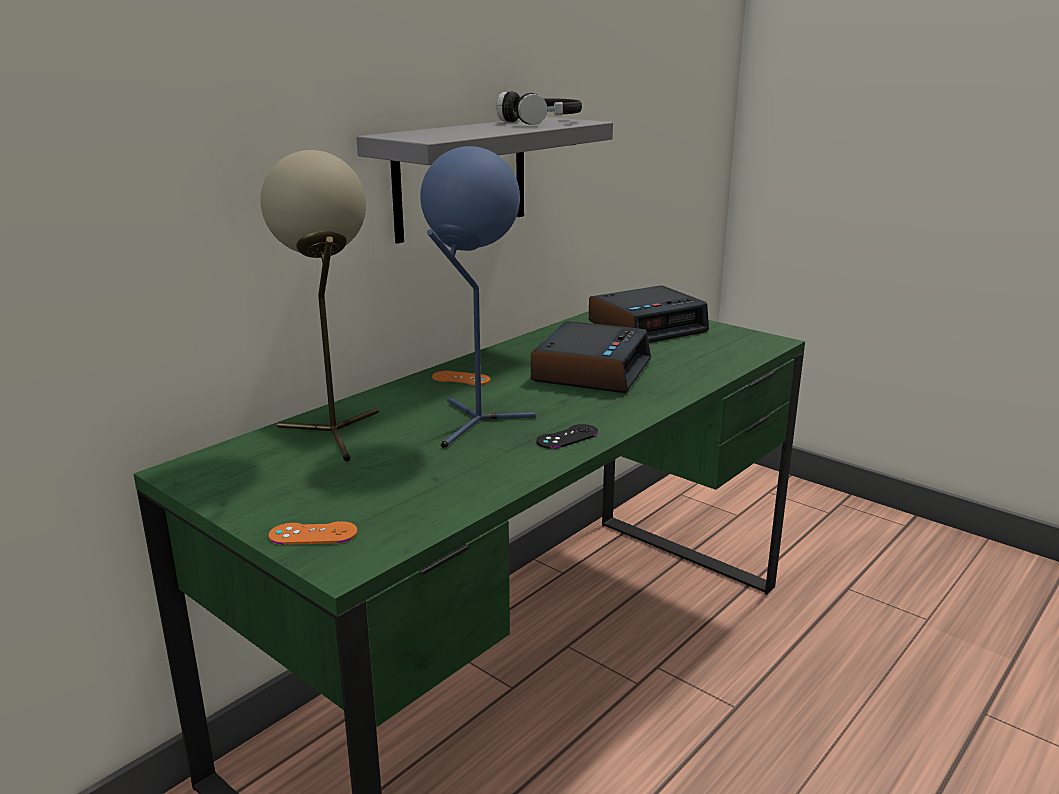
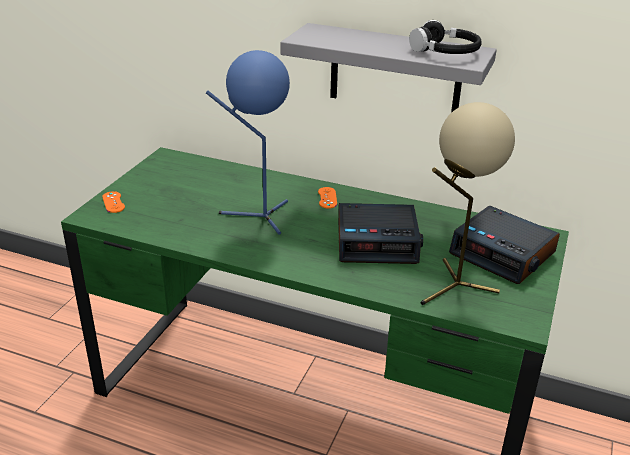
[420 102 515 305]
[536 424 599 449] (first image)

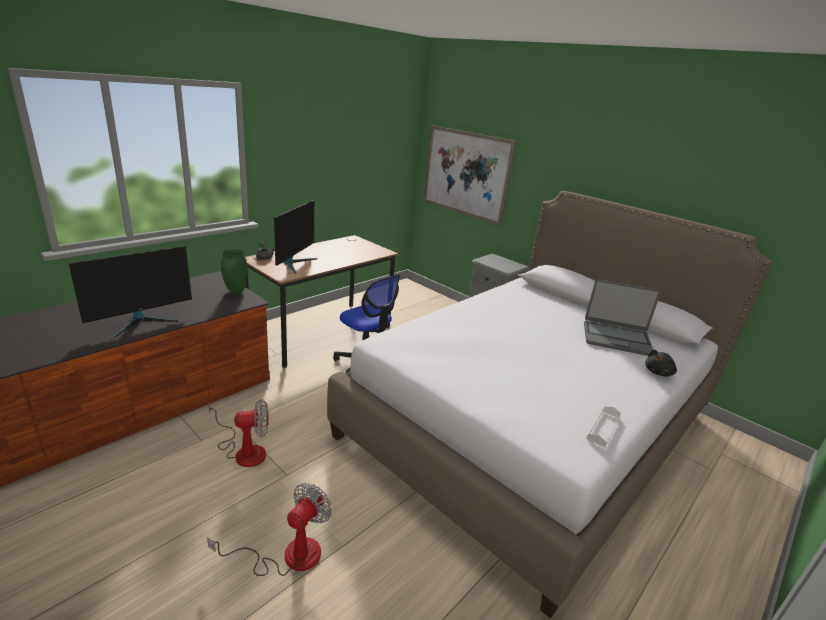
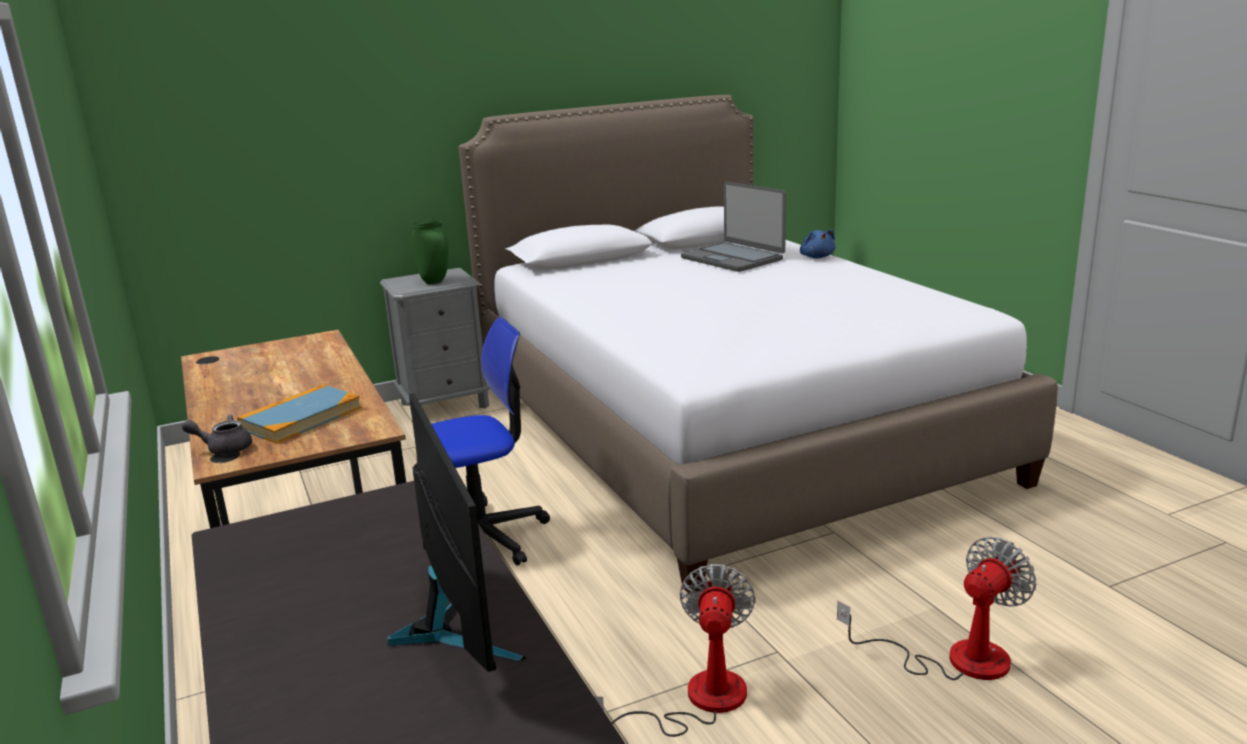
[837 537 1036 680]
[411 220 448 284]
[237 384 361 444]
[423 125 516 225] (first image)
[681 182 786 272]
[587 406 621 447] (first image)
[800 229 836 258]

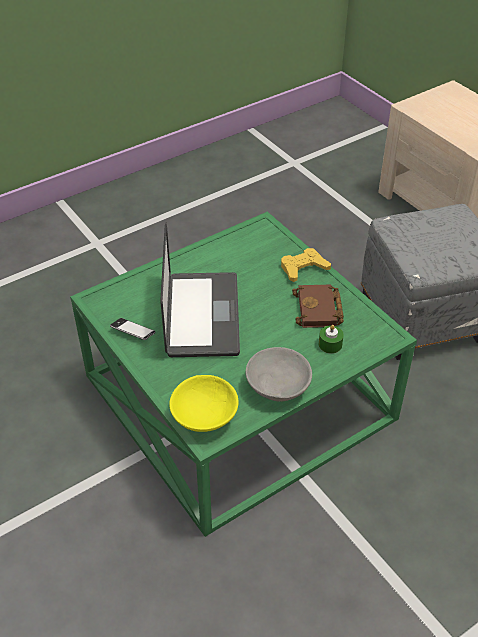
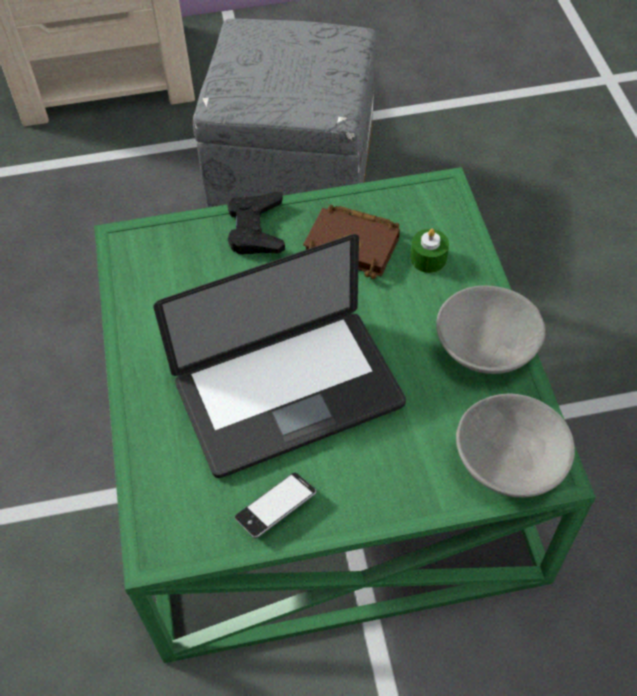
[153 234 406 478]
[456 393 575 497]
[228 192 285 254]

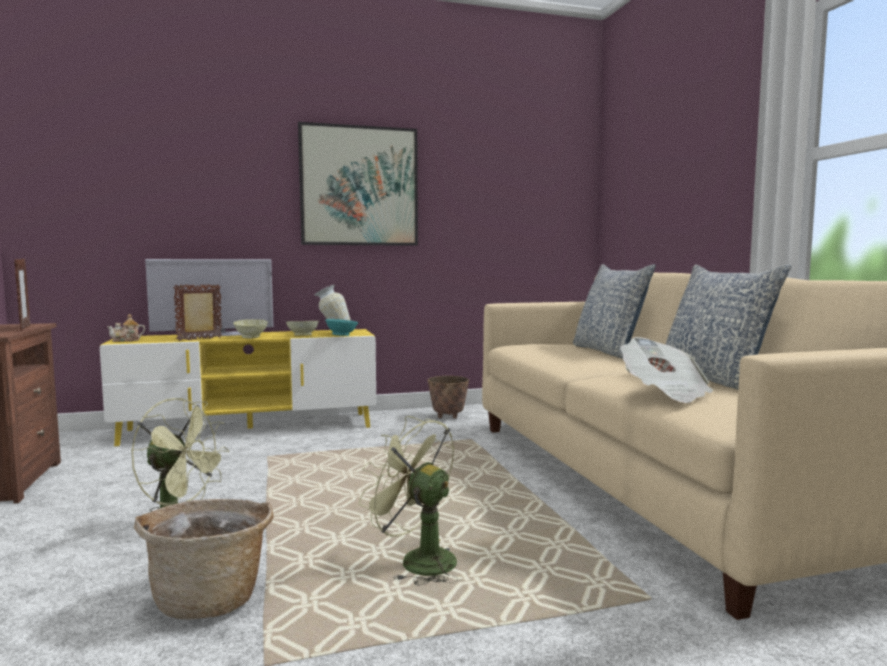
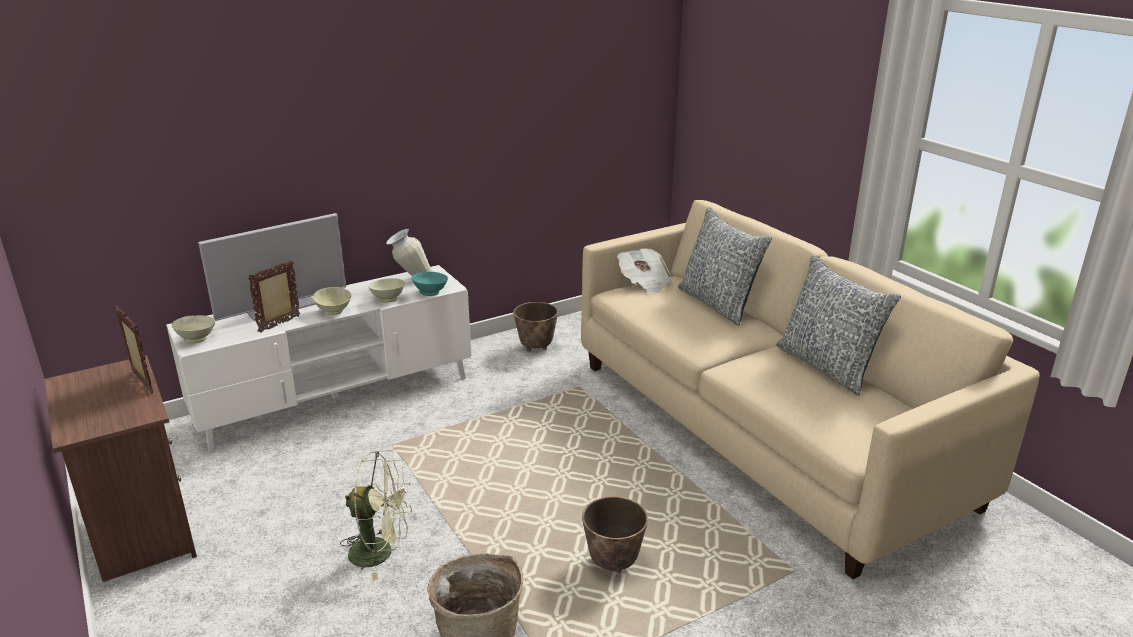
[166 265 471 452]
[172 315 215 343]
[298 122 418 246] (first image)
[582 496 648 573]
[617 249 672 294]

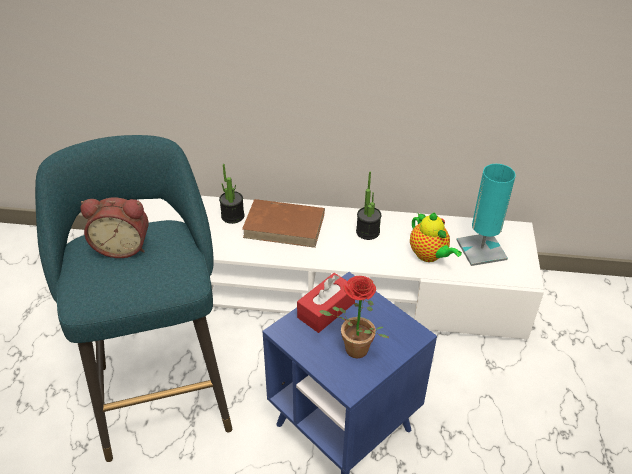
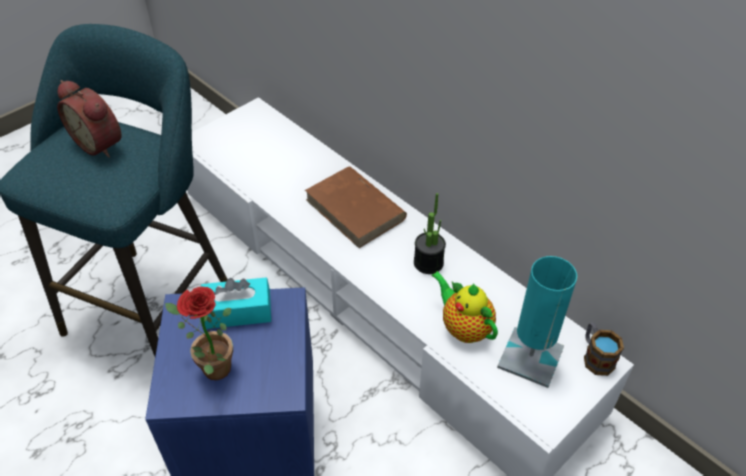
[219 164 244 224] (first image)
[201 277 271 329]
[431 271 498 343]
[584 322 624 376]

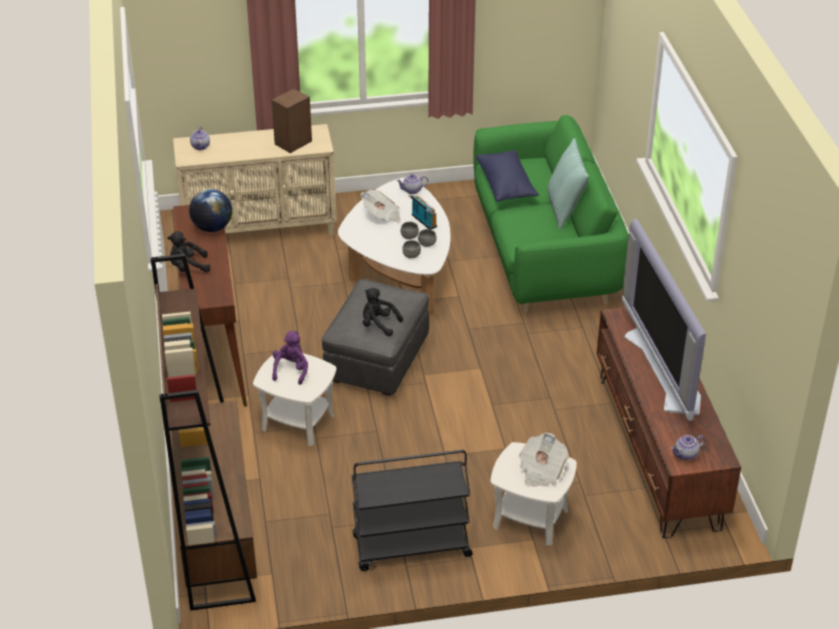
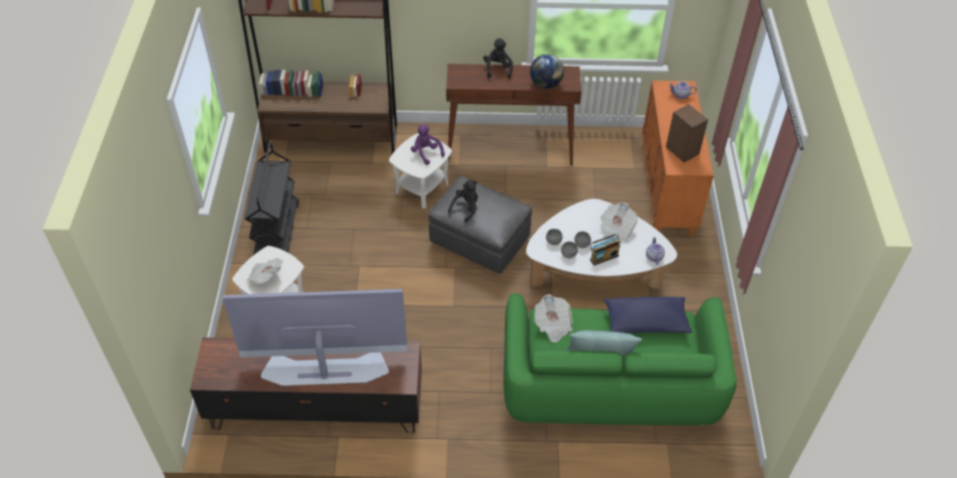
[642 80 714 236]
[411 125 445 165]
[671 435 705 460] (first image)
[534 294 573 343]

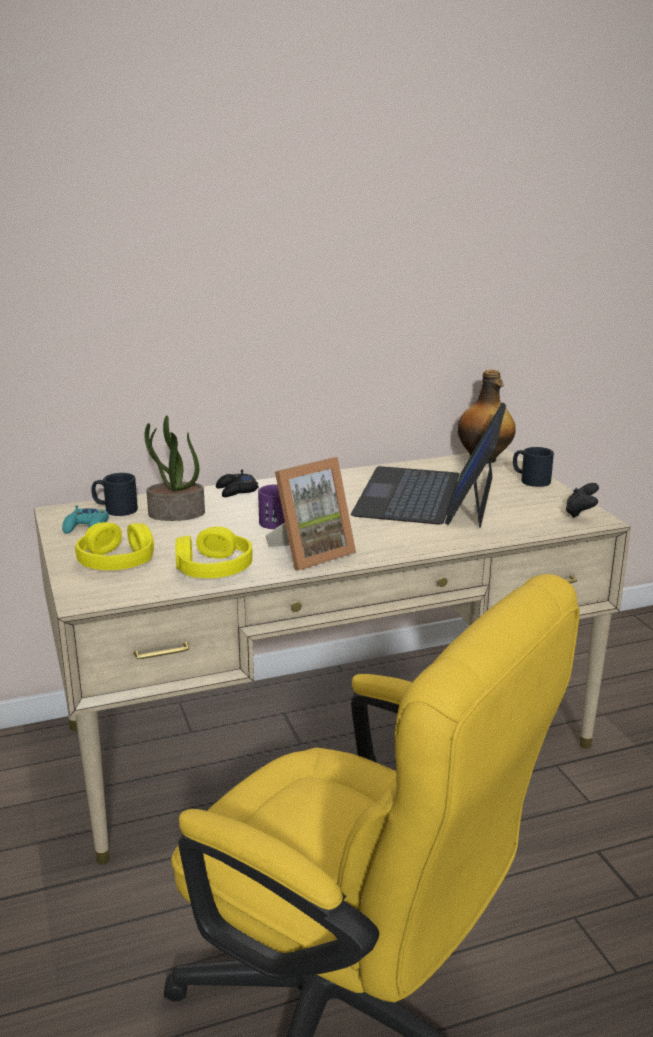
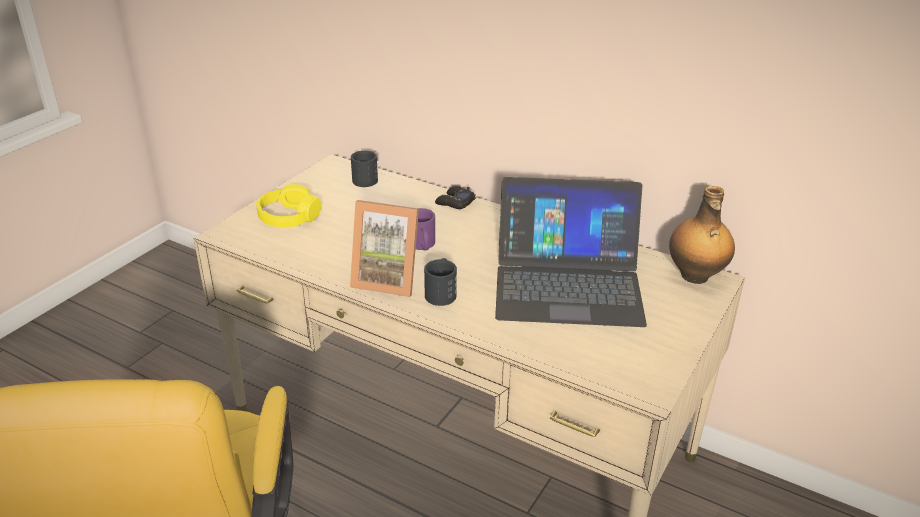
[62 506 109 534] (first image)
[144 415 205 521] (first image)
[175 526 252 578] (first image)
[495 177 647 327]
[424 258 457 306]
[565 483 599 518] (first image)

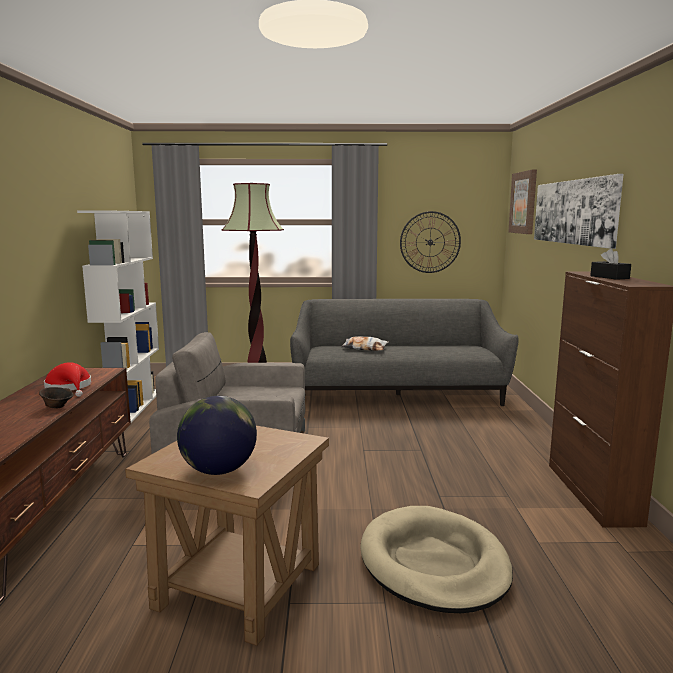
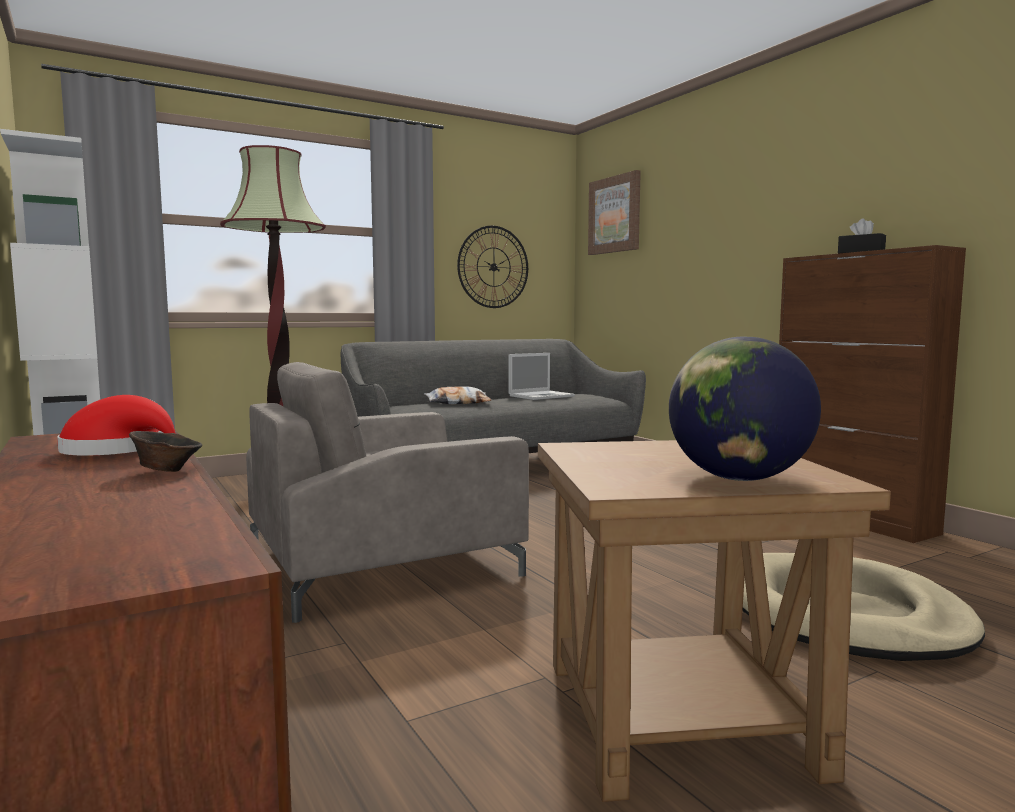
[534 174 624 249] (first image)
[508 353 575 400]

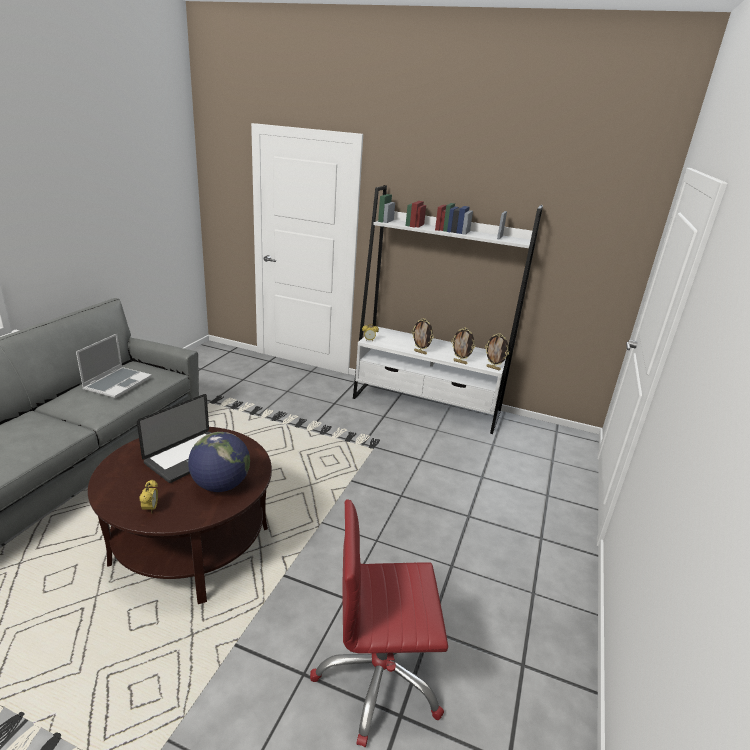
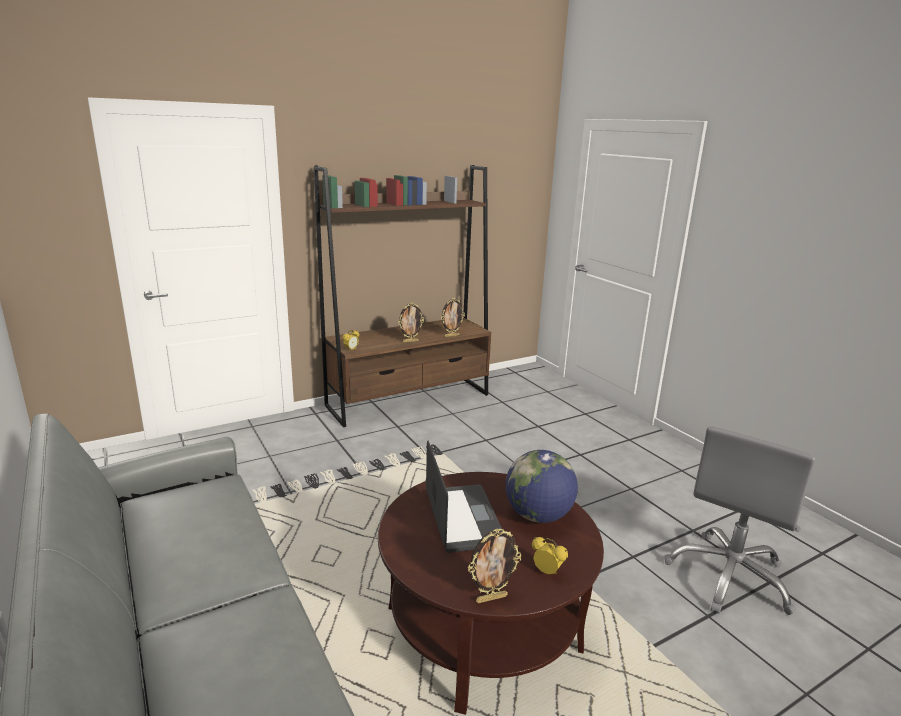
[76 334 152 398] (first image)
[664 426 815 615]
[314 165 491 427]
[468 528 521 603]

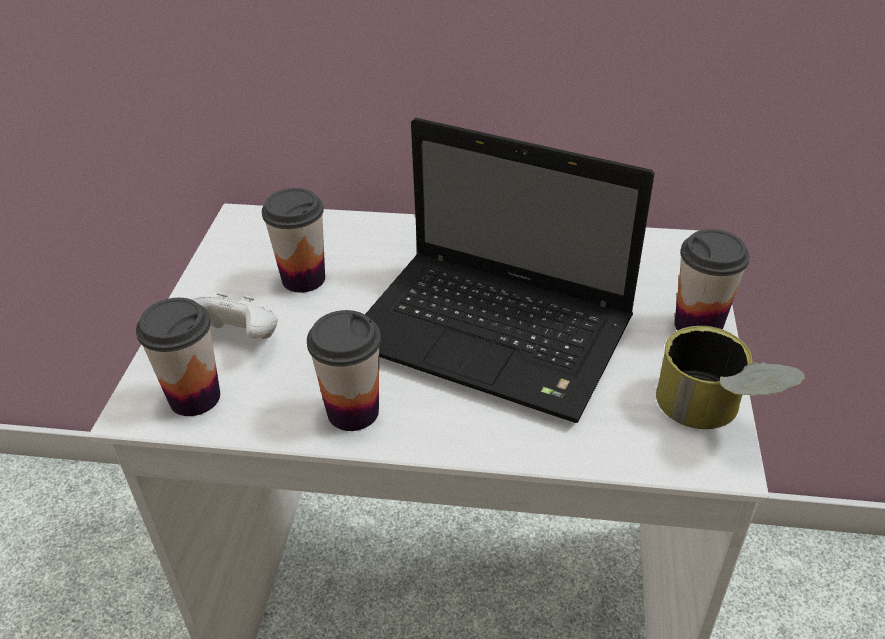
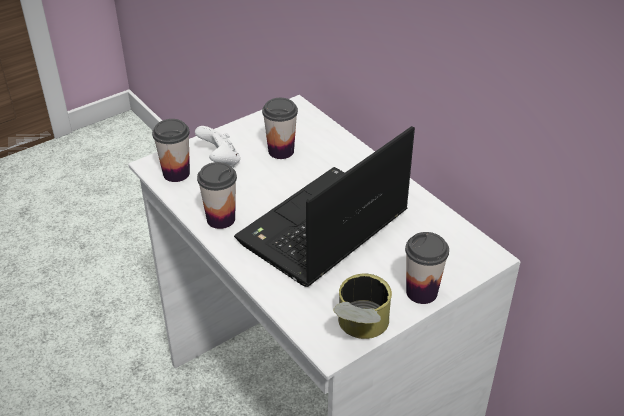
[234 126 415 287]

